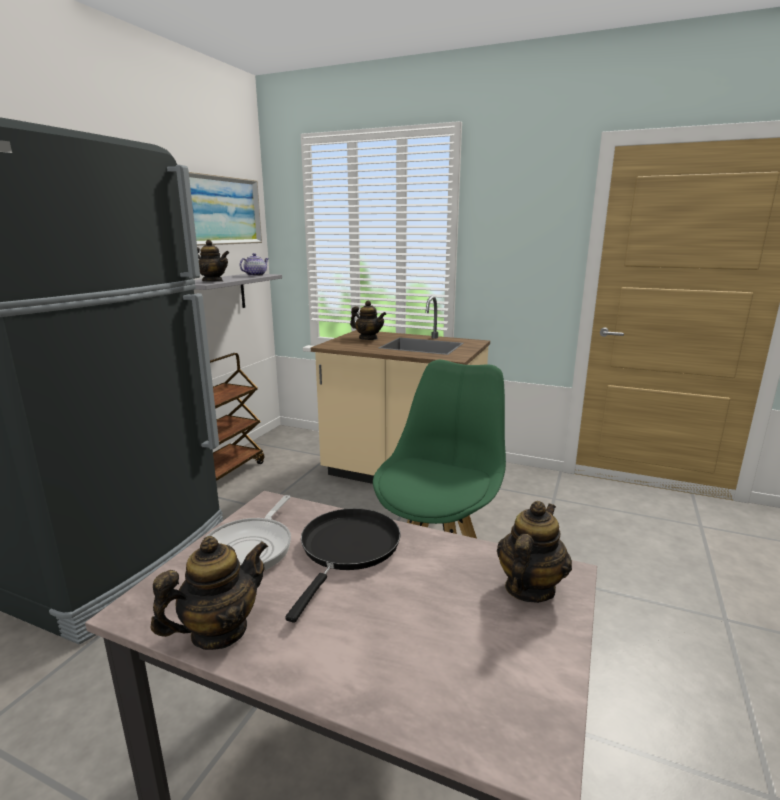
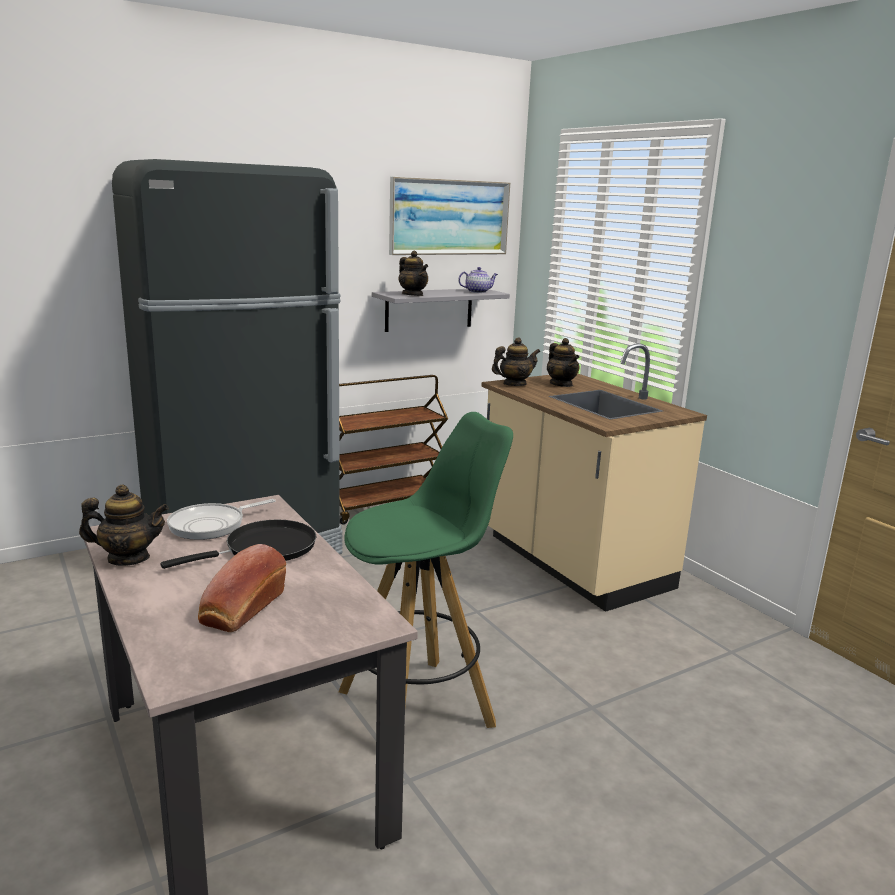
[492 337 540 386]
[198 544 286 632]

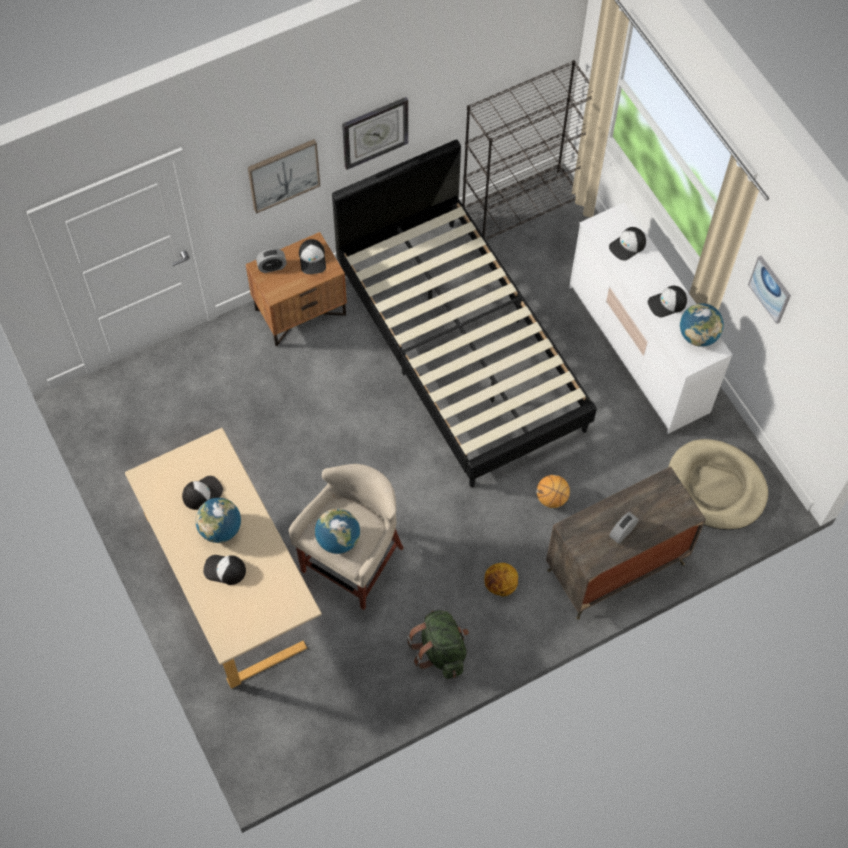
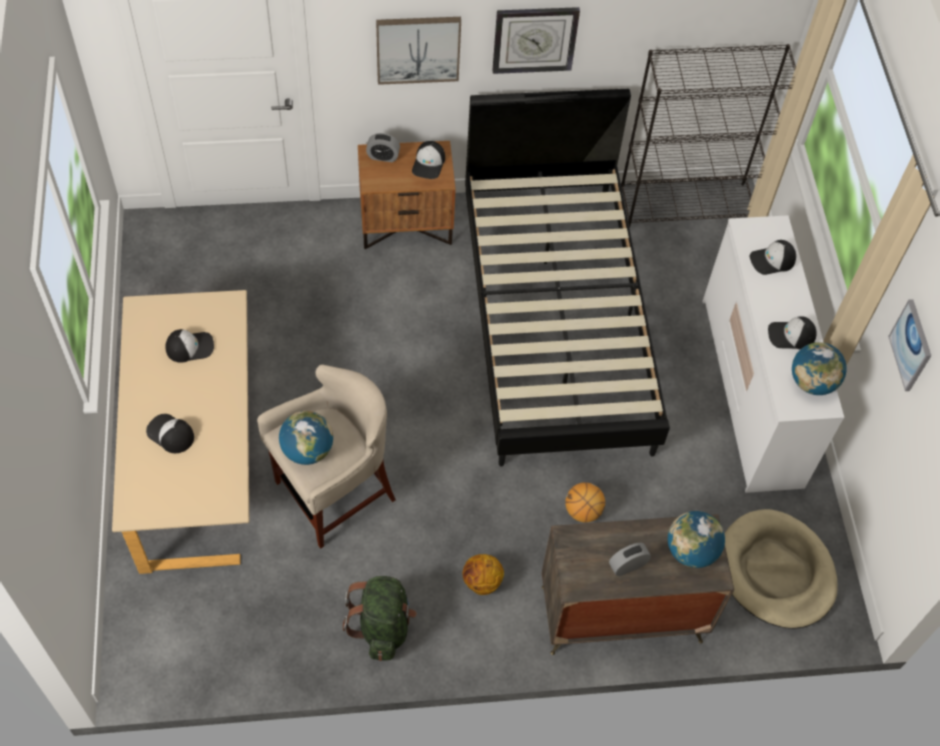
[668 511 725 568]

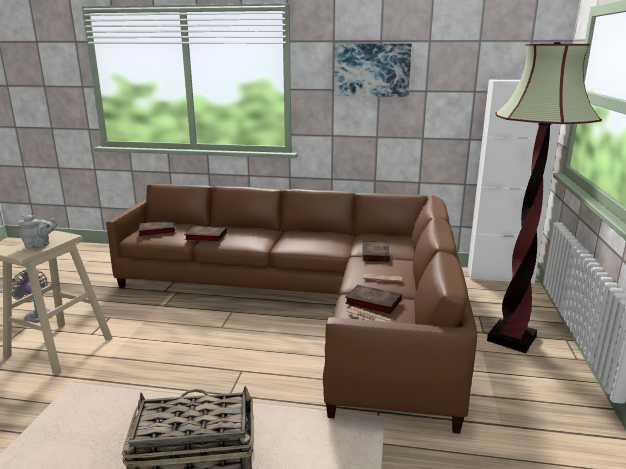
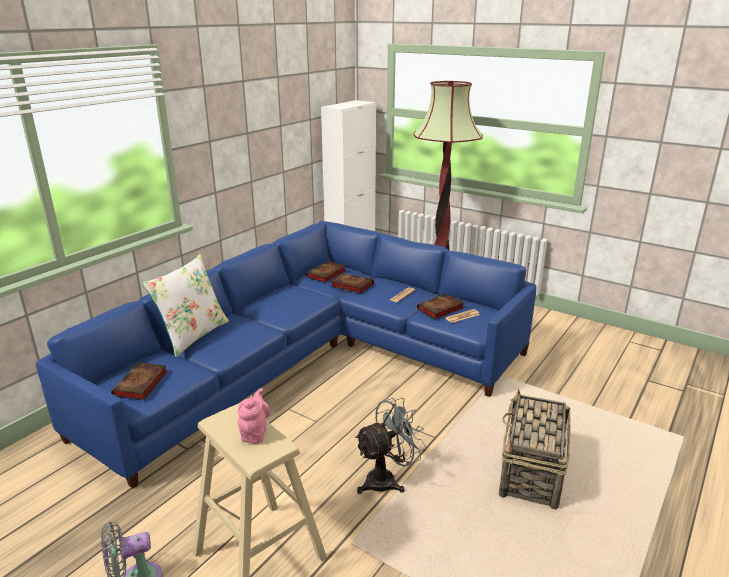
[238 388 271 444]
[36 221 536 488]
[306 261 346 283]
[334 44 412 97] (first image)
[142 254 229 357]
[355 398 426 494]

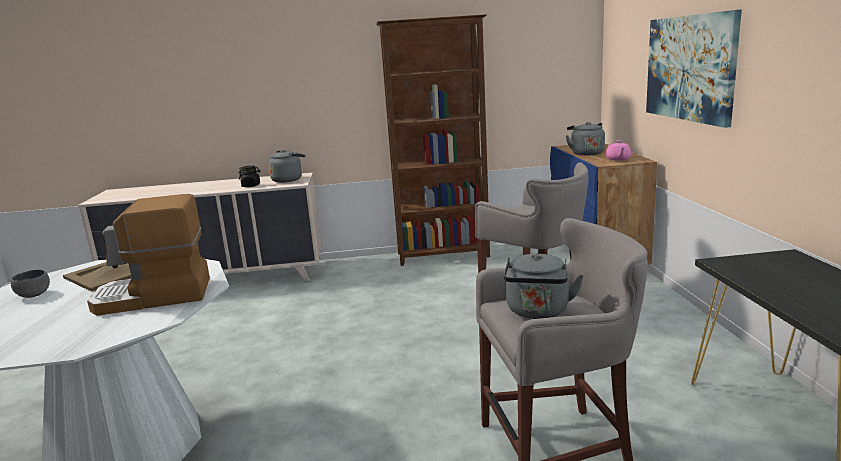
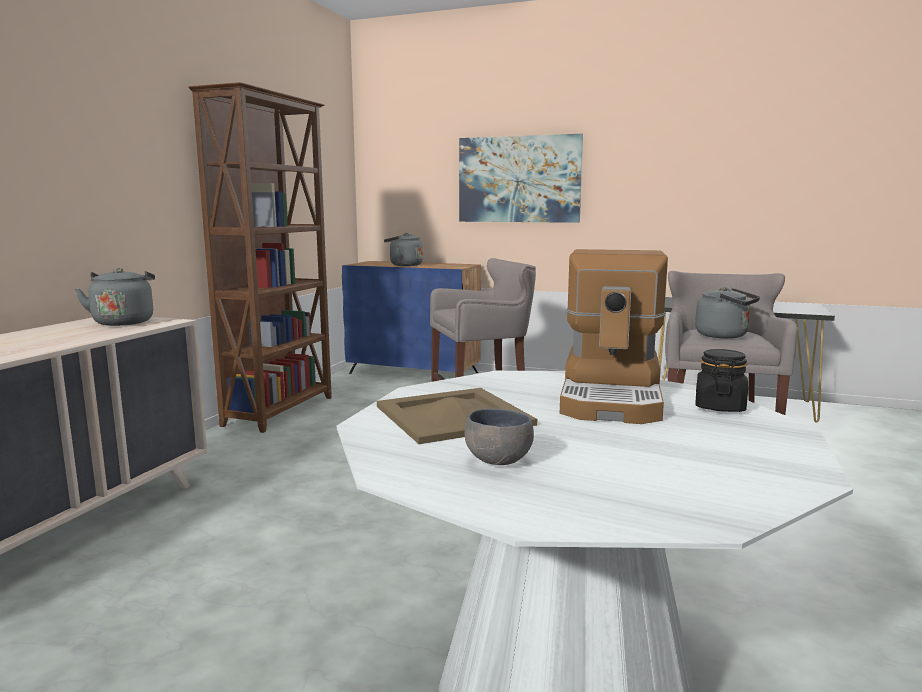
[696 349 748 412]
[606 140 631 161] (first image)

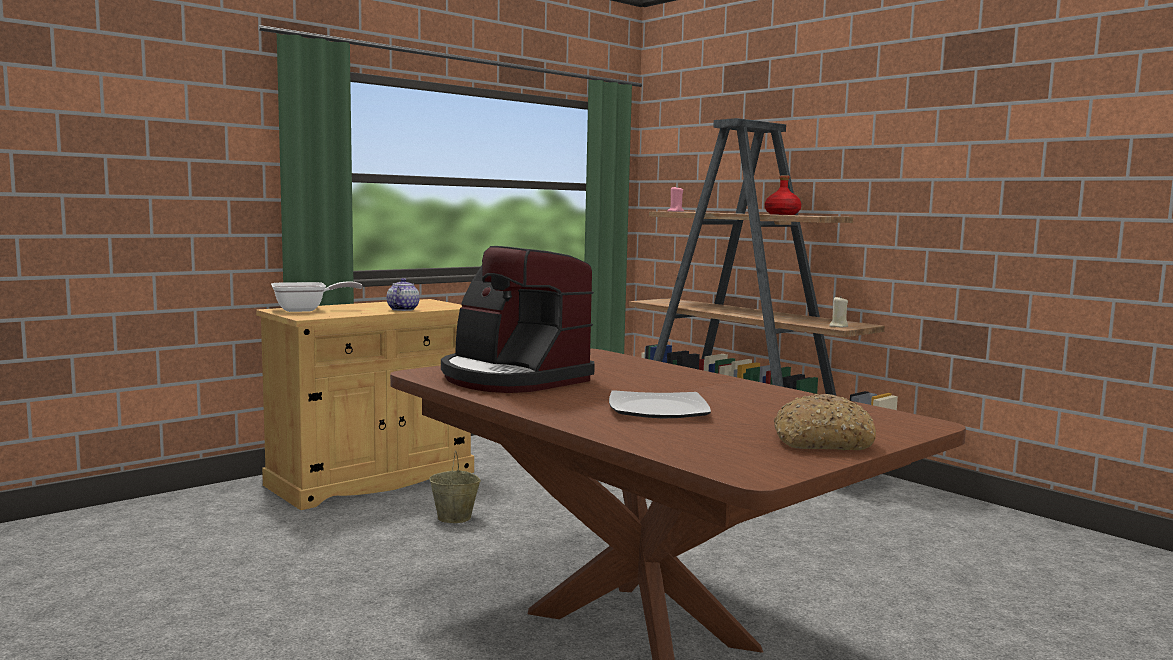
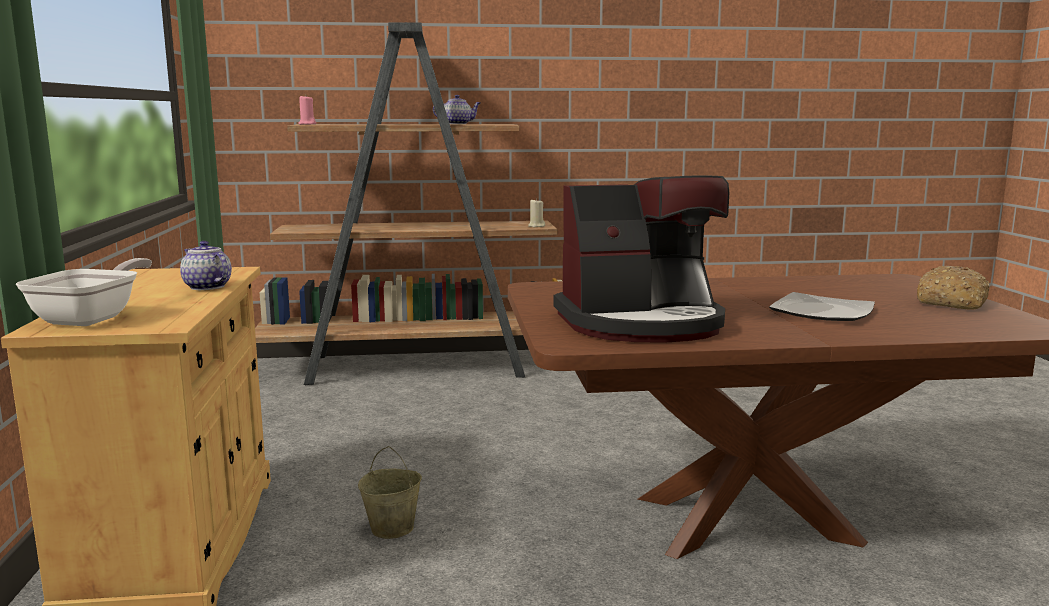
[433 95 480 124]

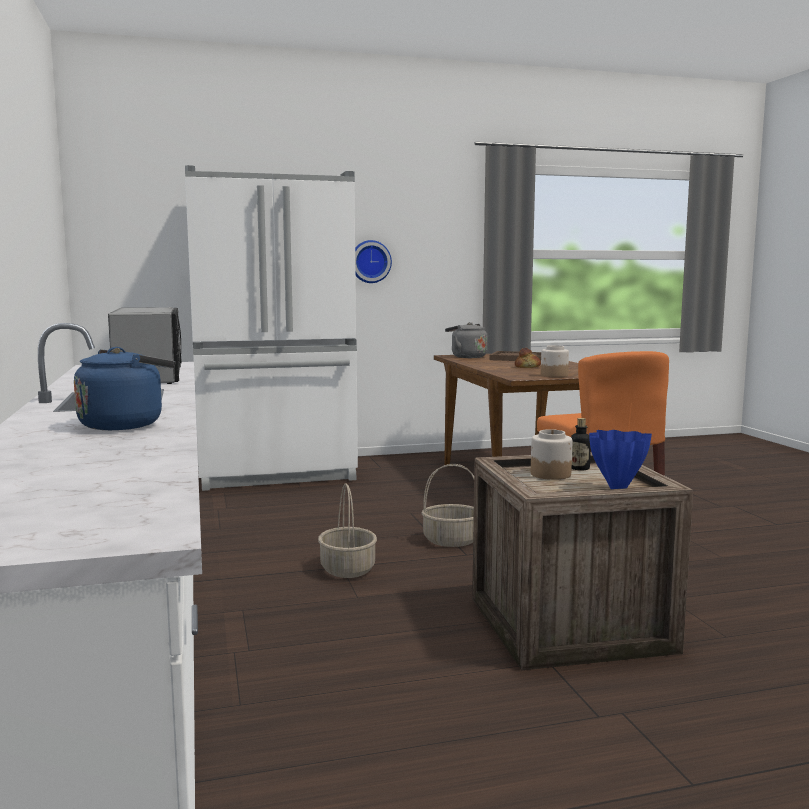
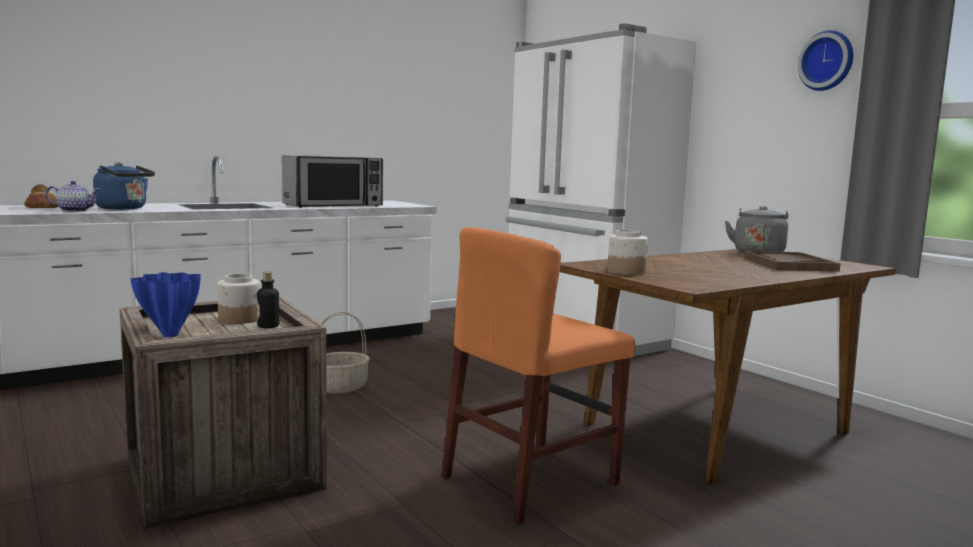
[797 30 853 91]
[421 464 474 547] (first image)
[24 184 59 208]
[46 181 101 212]

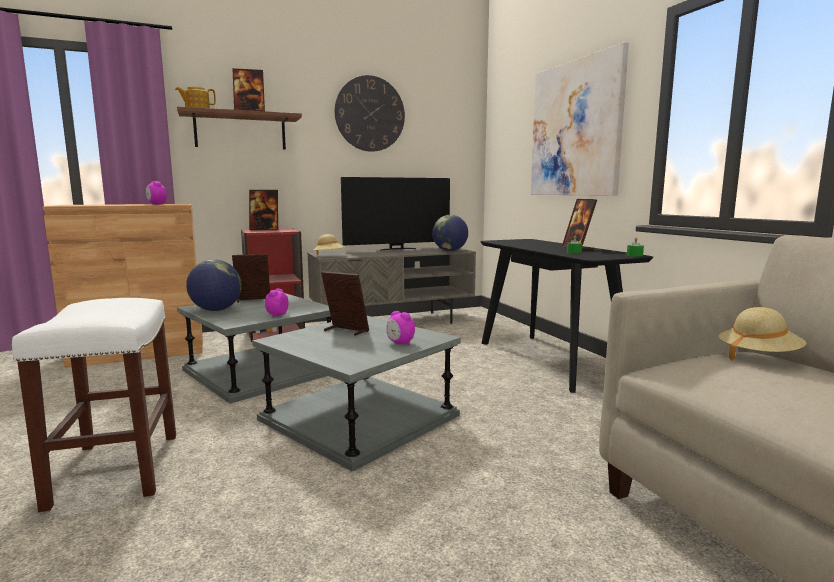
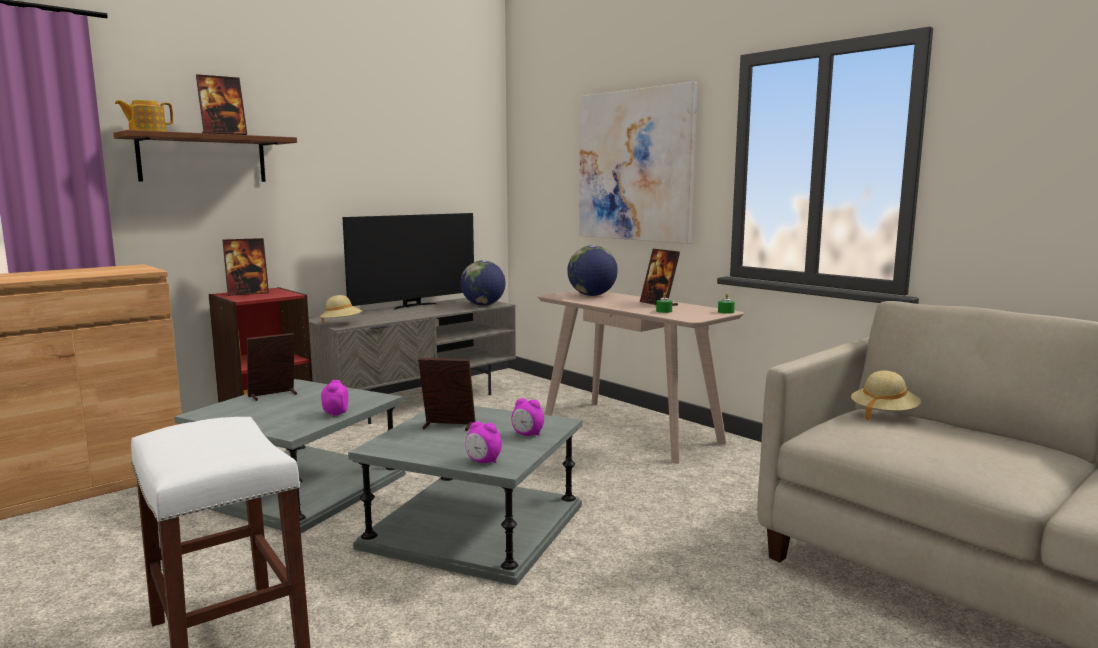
[465 421 502 463]
[567 245 618 296]
[335 75 405 152] (first image)
[538 290 744 464]

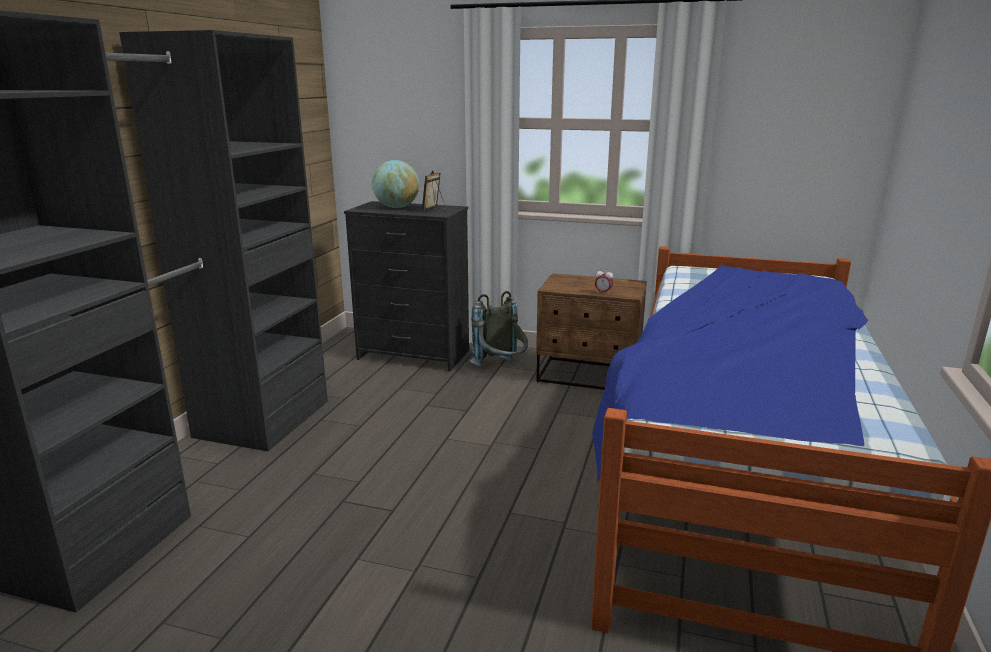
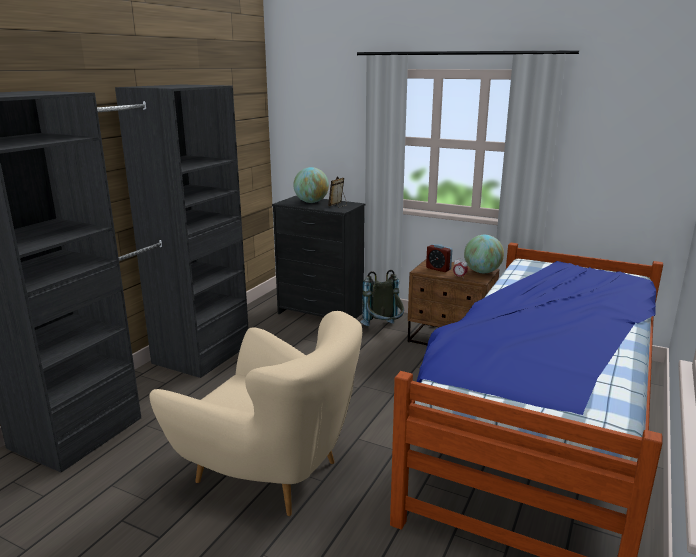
[149 311 362 516]
[426 244 452 272]
[464 235 504 273]

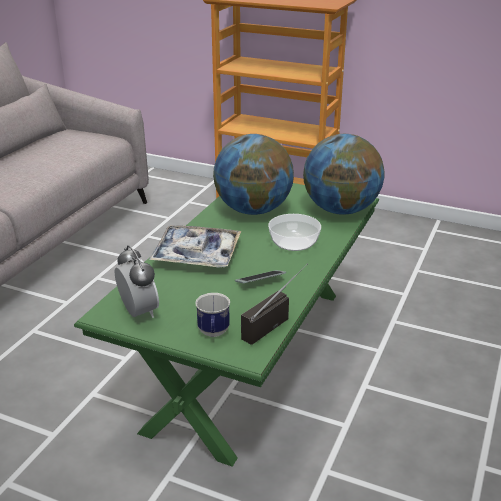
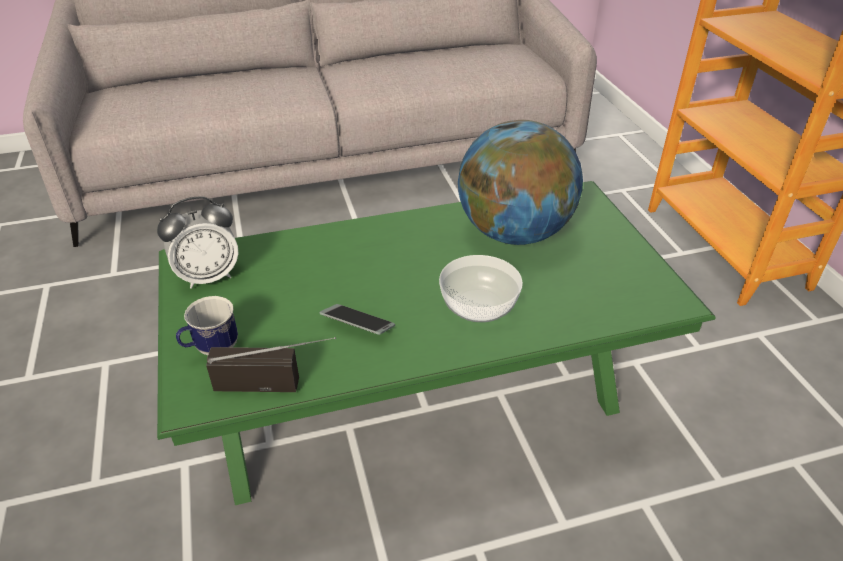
[157 196 238 289]
[149 225 241 268] (first image)
[303 134 384 215] (first image)

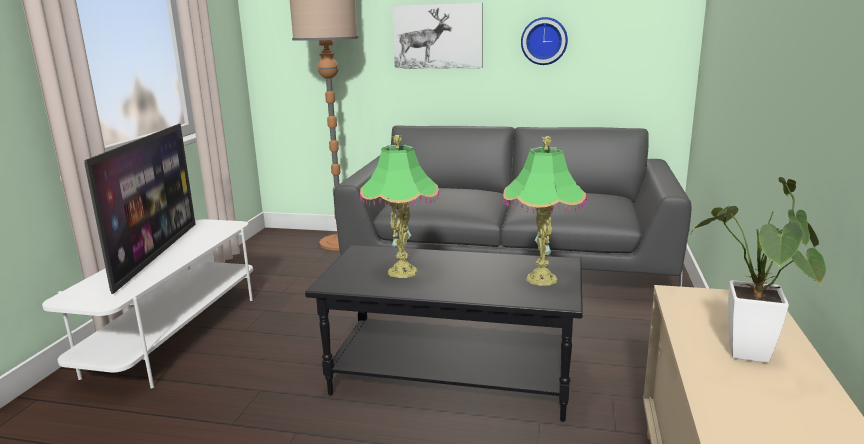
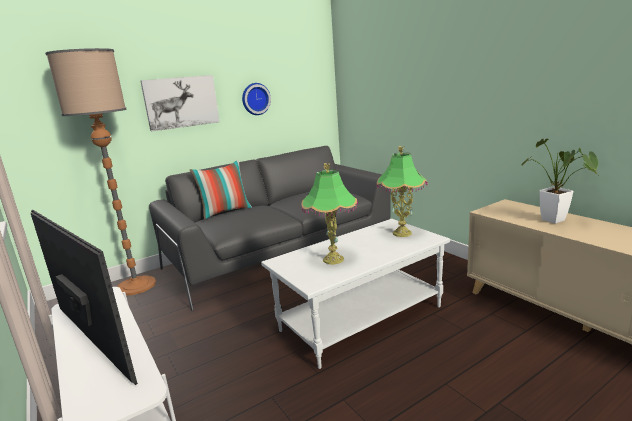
[261 219 450 369]
[190 160 252 220]

